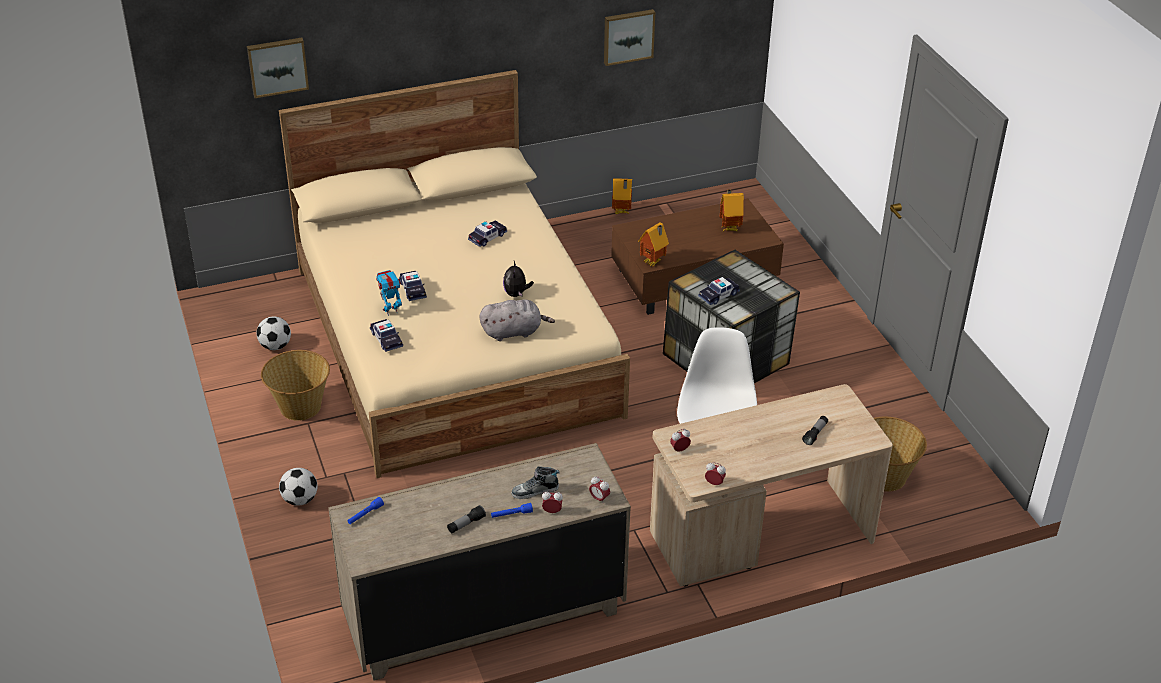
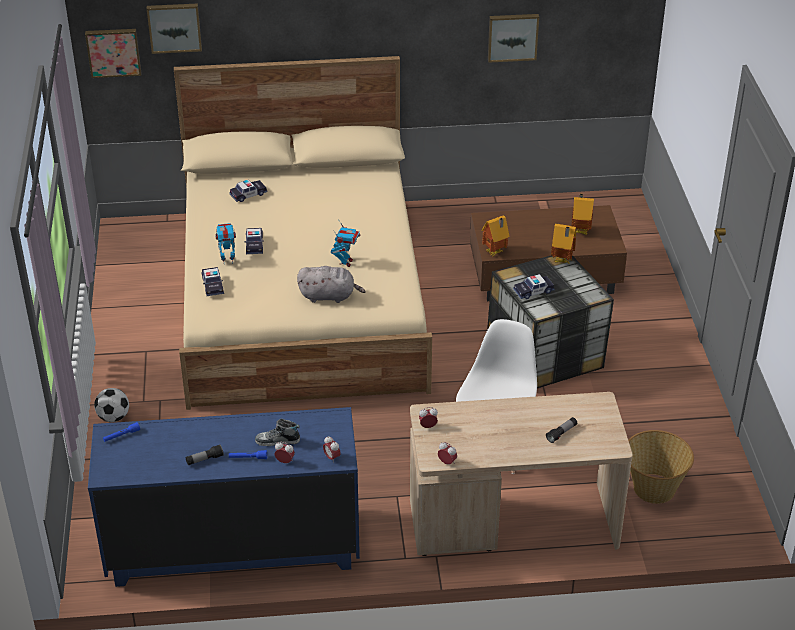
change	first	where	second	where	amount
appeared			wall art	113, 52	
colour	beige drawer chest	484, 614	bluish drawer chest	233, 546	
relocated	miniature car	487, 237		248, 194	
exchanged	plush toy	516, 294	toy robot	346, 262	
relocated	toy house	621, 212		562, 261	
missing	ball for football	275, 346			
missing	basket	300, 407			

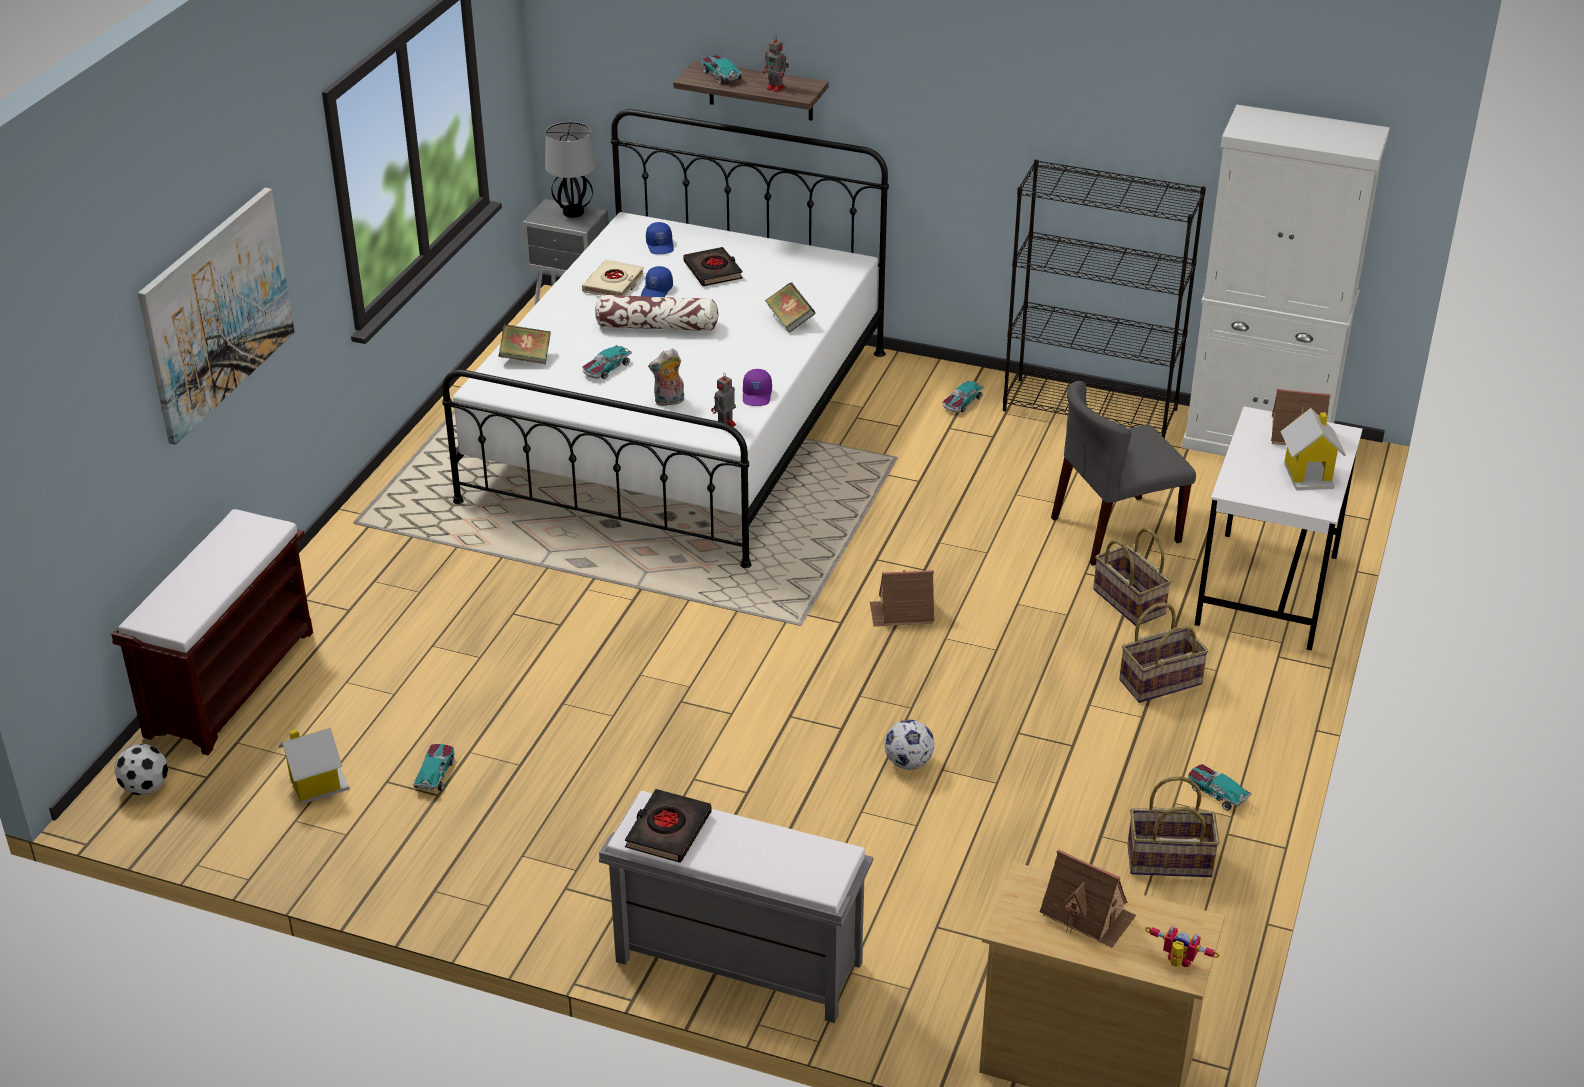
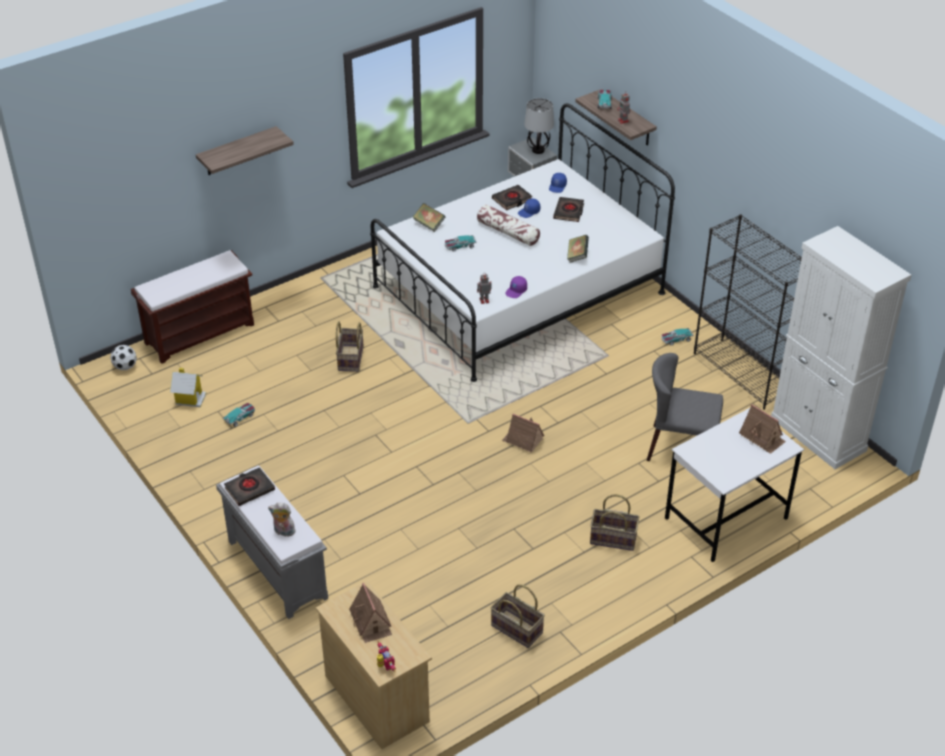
change	first	where	second	where	amount
exchanged	wall art	217, 313	bracket shelf	237, 151	
relocated	plush toy	669, 402		283, 532	
relocated	basket	1127, 602		350, 358	
colour	beige bound book	614, 284	black-coloured bound book	512, 200	
missing	ball for football	908, 763			
missing	miniature car	1216, 792			
missing	toy house	1308, 474			

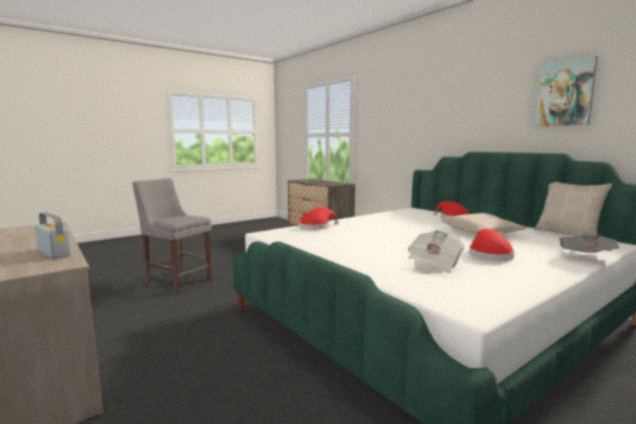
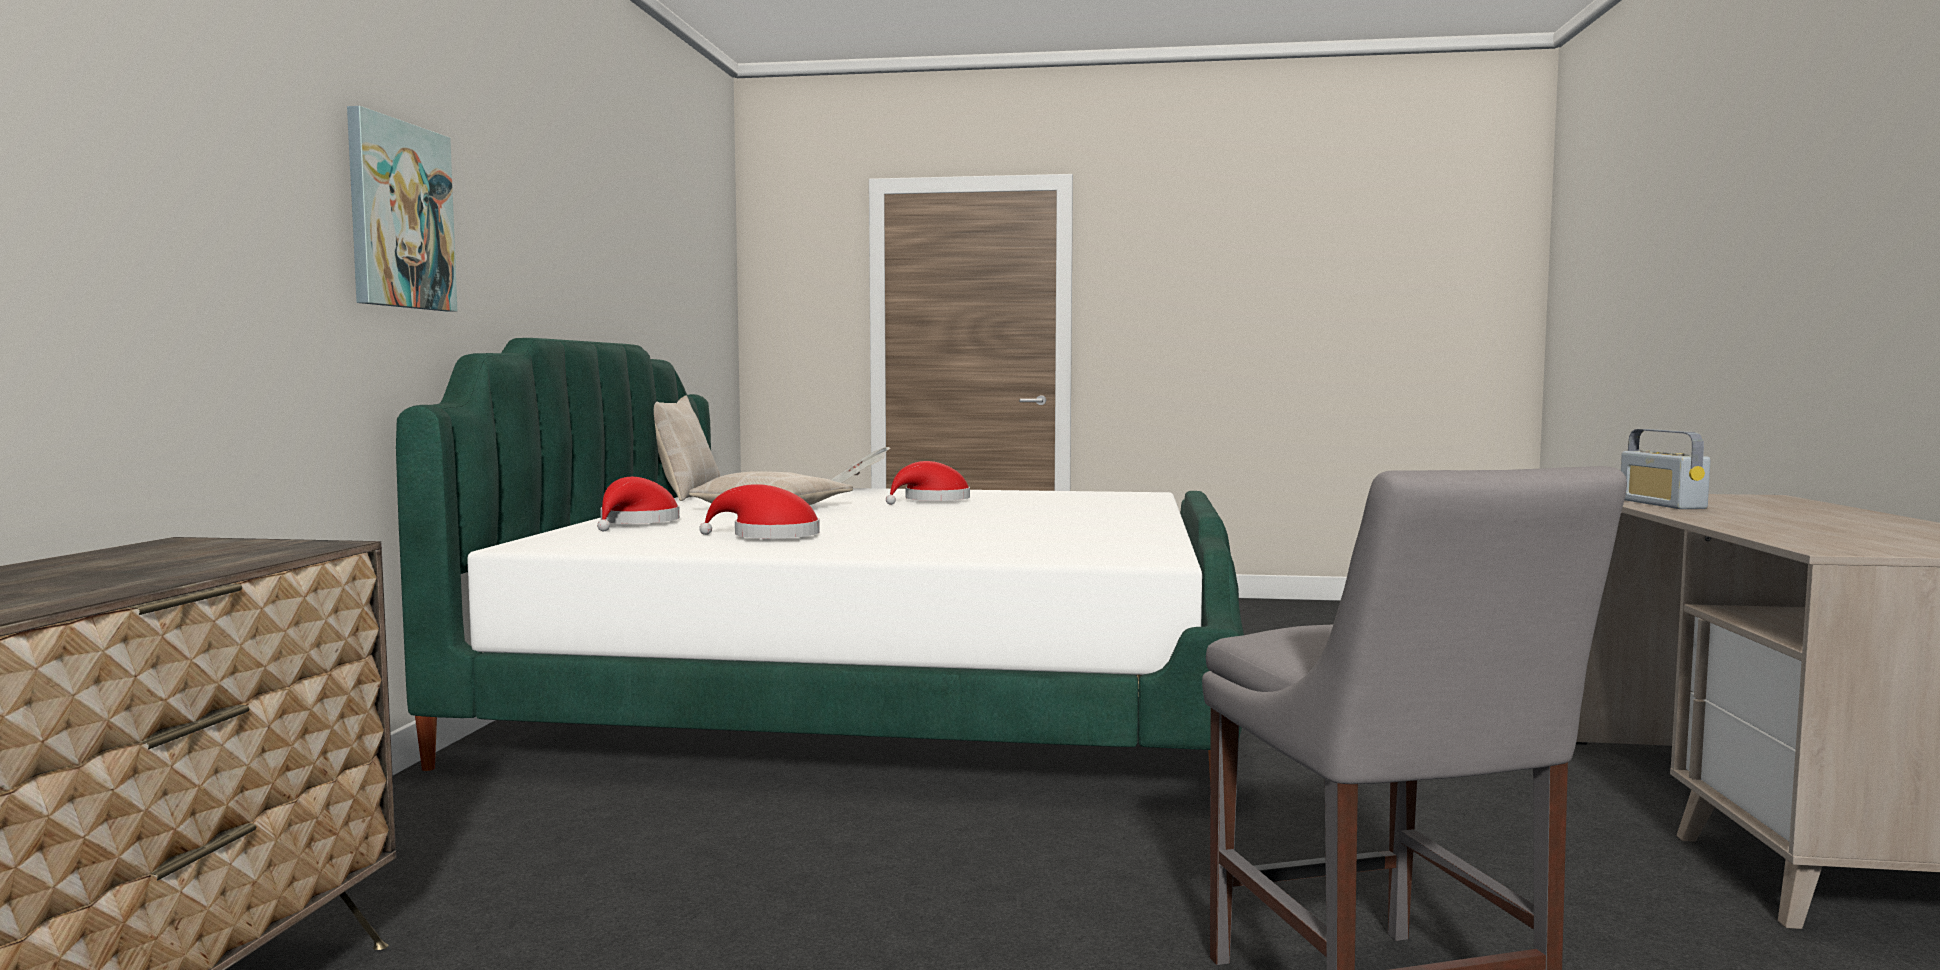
change	first	where	second	where	amount
relocated	wall art	564, 93		399, 215	
relocated	red-coloured hat	316, 227		769, 536	
missing	printed paper	432, 267			

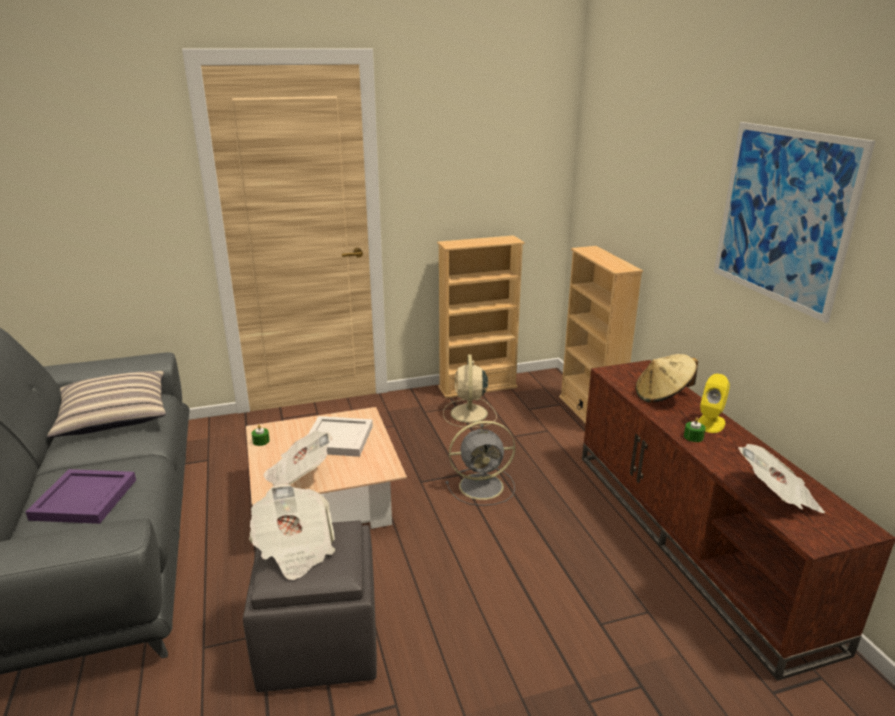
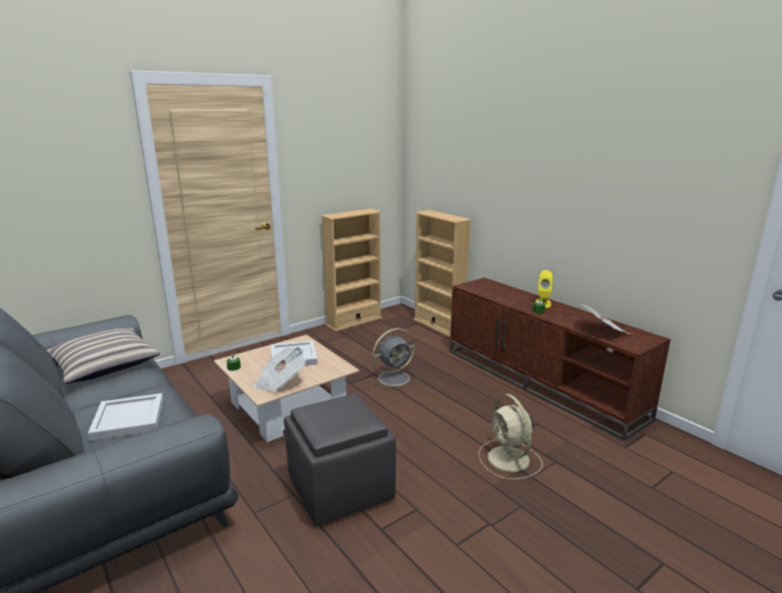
change	first	where	second	where	amount
colour	purple tray	85, 500	white tray	129, 419	
relocated	beige electric fan	469, 414		509, 460	
missing	printed paper	295, 548			
missing	beige hat	663, 395			
missing	wall art	783, 216			

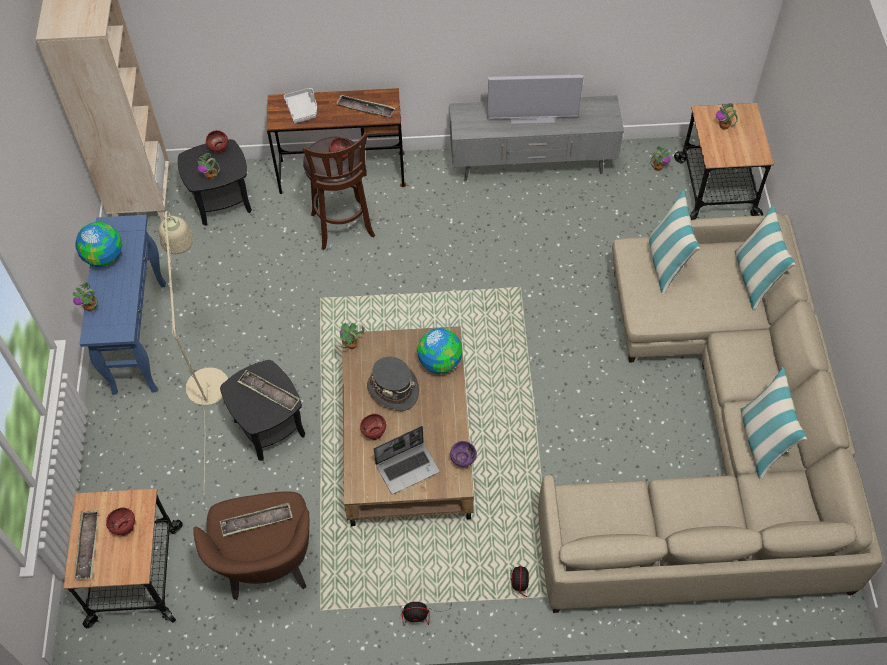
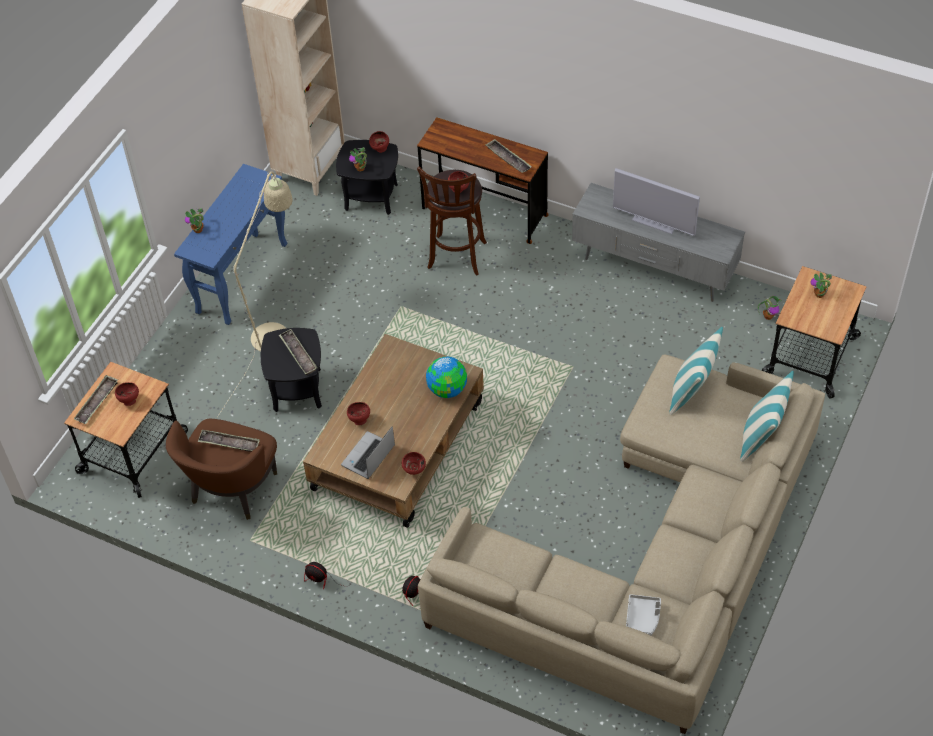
change	first	where	second	where	amount
spun	laptop	408, 467		368, 457	120 degrees clockwise
colour	purple deep dish	463, 460	red-coloured deep dish	414, 471	
relocated	greyish tray	302, 109		643, 618	
missing	world globe	104, 257			
missing	potted plant	351, 345			
missing	greyish hat	393, 389			
missing	throw pillow	761, 442			

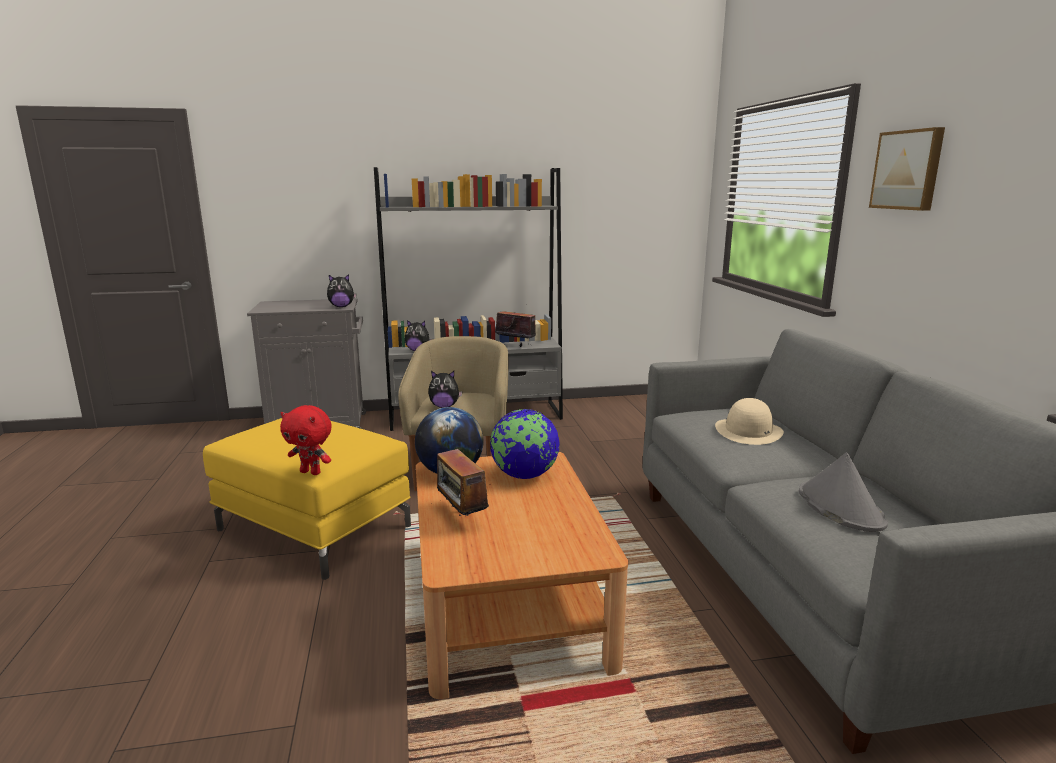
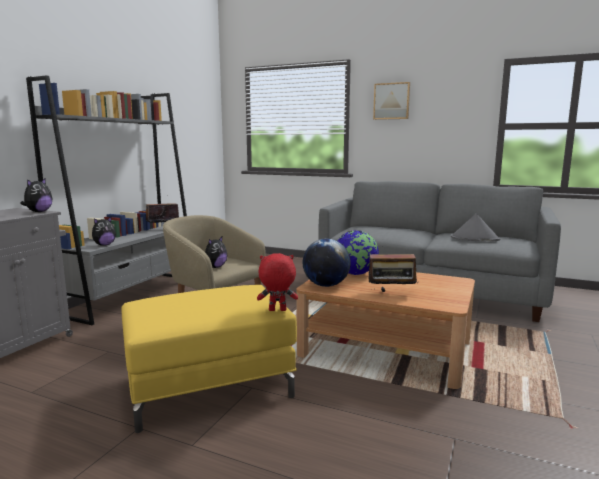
change	first	where	second	where	amount
spun	red-coloured plush toy	311, 472		277, 310	150 degrees counterclockwise
missing	beige hat	748, 431			

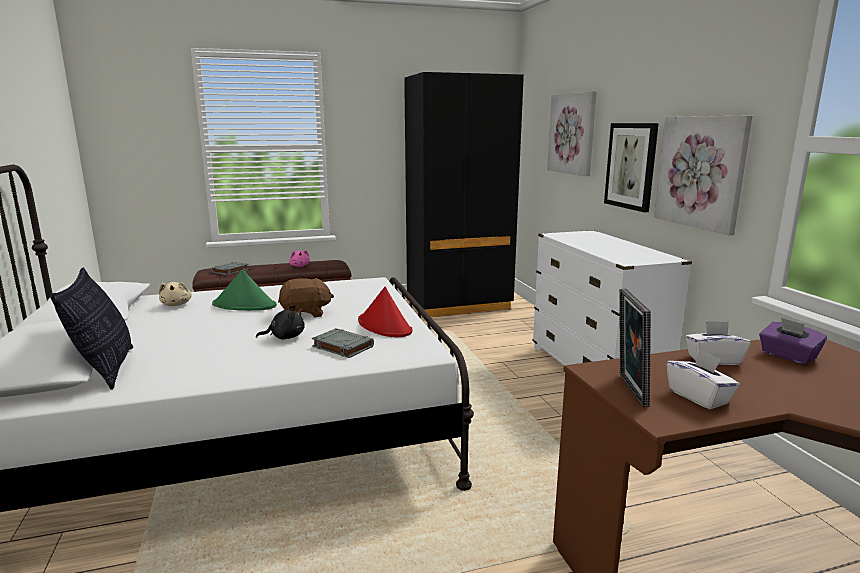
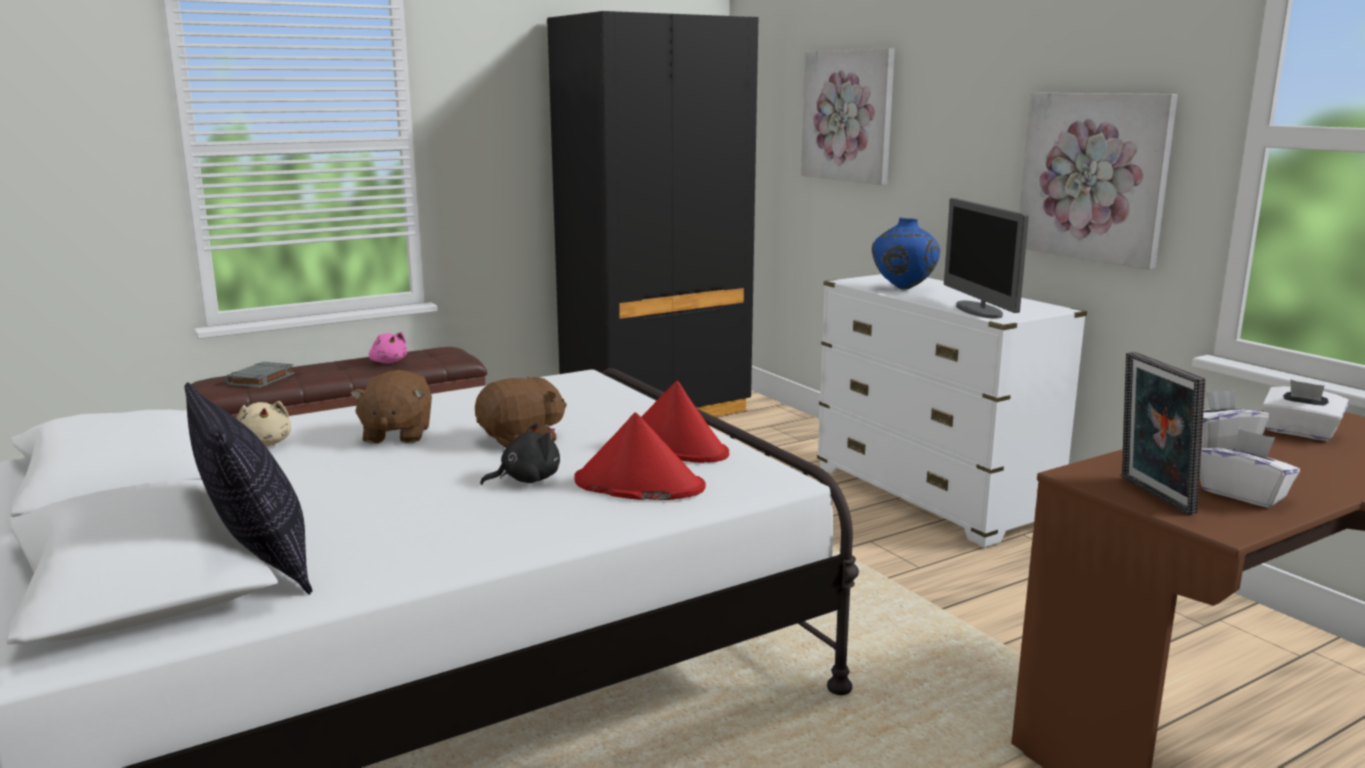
change	first	where	second	where	amount
exchanged	green-coloured hat	245, 305	brown-coloured plush toy	396, 434	
exchanged	greyish bound book	342, 346	red-coloured hat	638, 485	
appeared			bluish vase	903, 289	
appeared			computer display	979, 311	
colour	purple box of tissues	788, 356	white box of tissues	1299, 432	
missing	wall art	631, 166			

